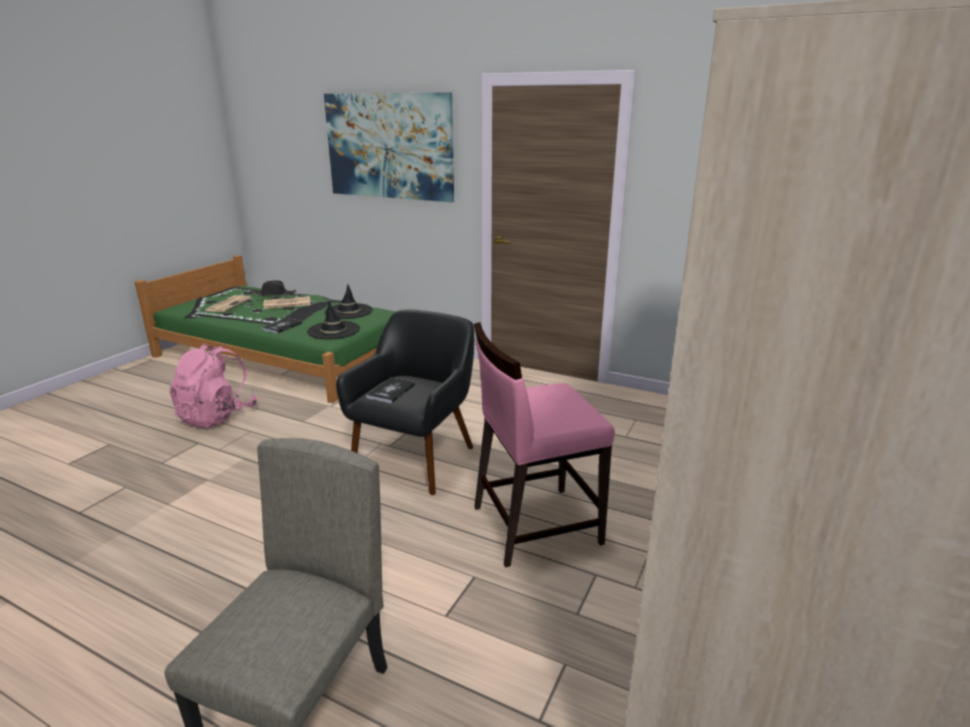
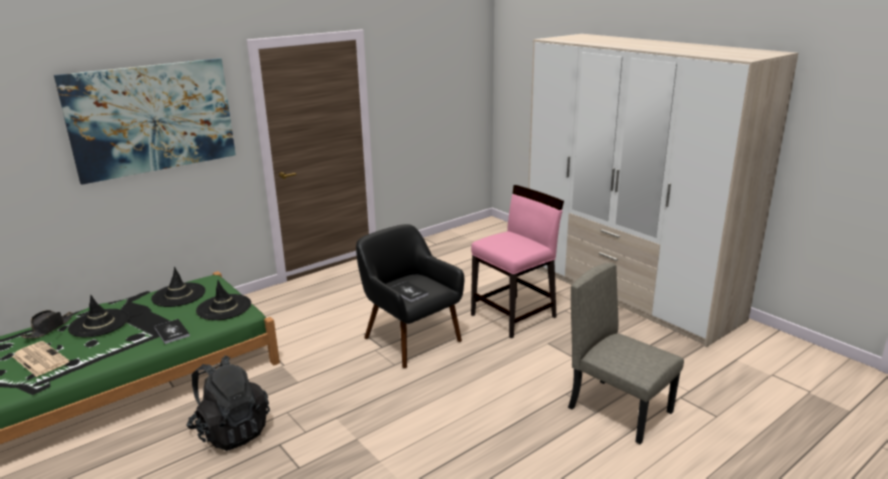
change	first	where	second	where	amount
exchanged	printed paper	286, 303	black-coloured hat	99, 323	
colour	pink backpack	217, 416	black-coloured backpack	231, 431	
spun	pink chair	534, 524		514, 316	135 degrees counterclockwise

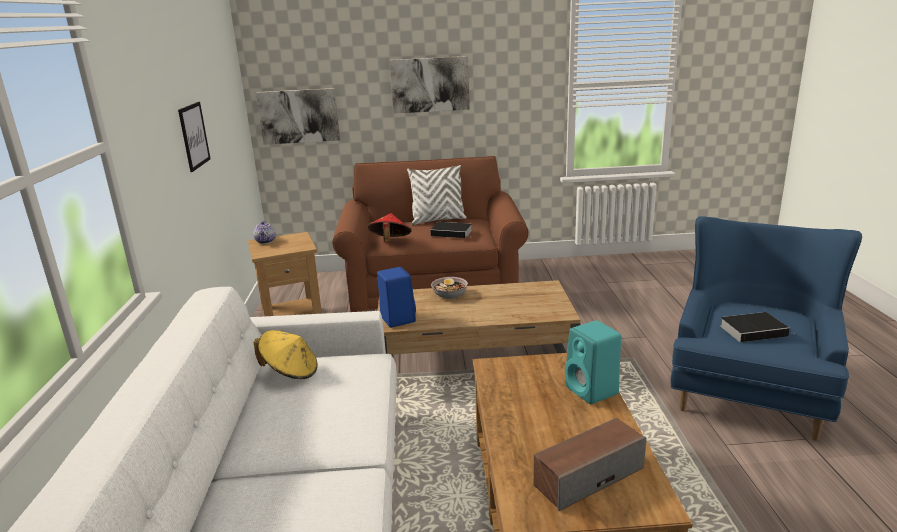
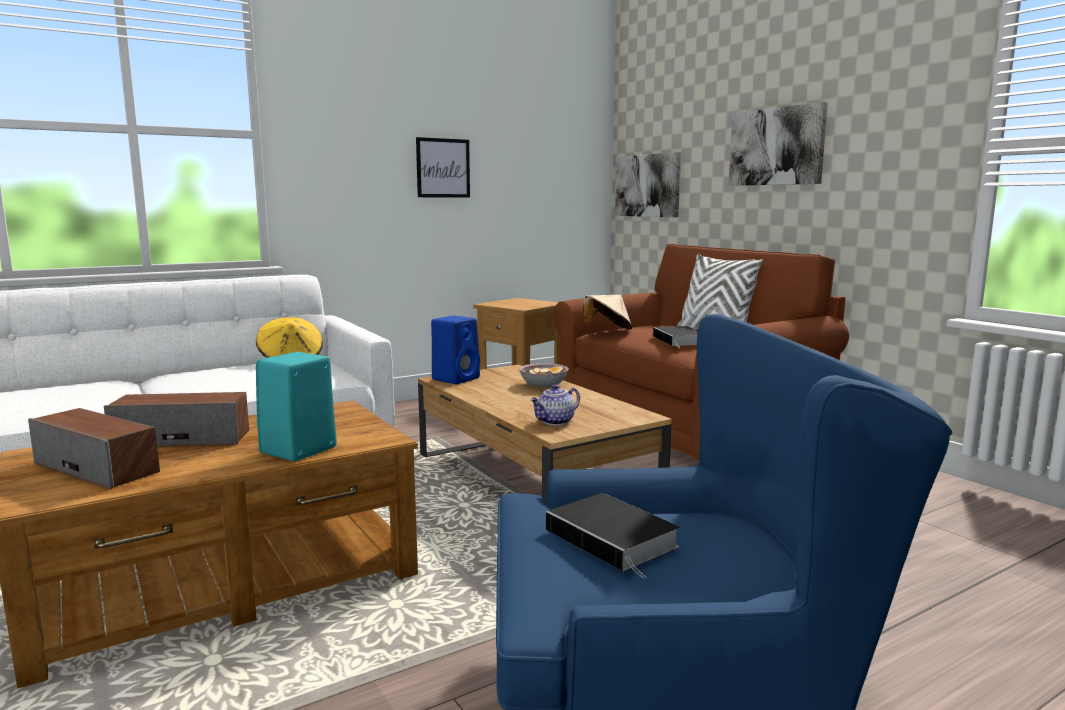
change	first	where	second	where	amount
appeared			loudspeaker	182, 438	
relocated	tea pot	266, 241		555, 422	
colour	red-coloured hat	390, 242	beige hat	607, 330	

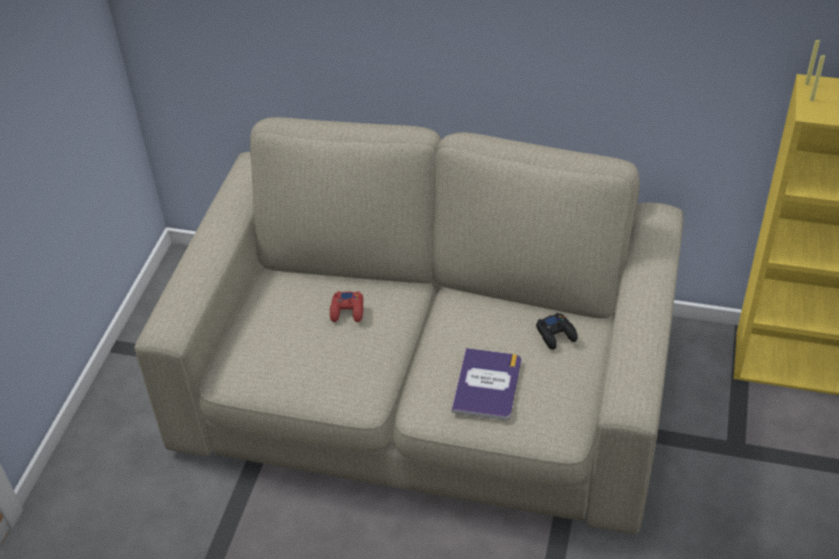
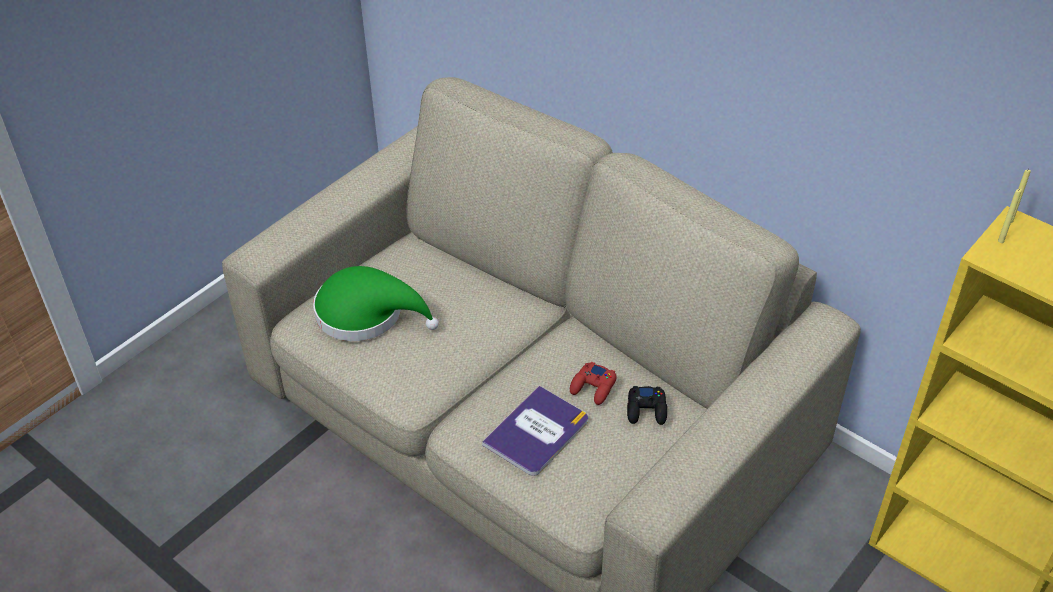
change	first	where	second	where	amount
appeared			green-coloured hat	367, 314	
relocated	red-coloured game controller	347, 310		593, 387	

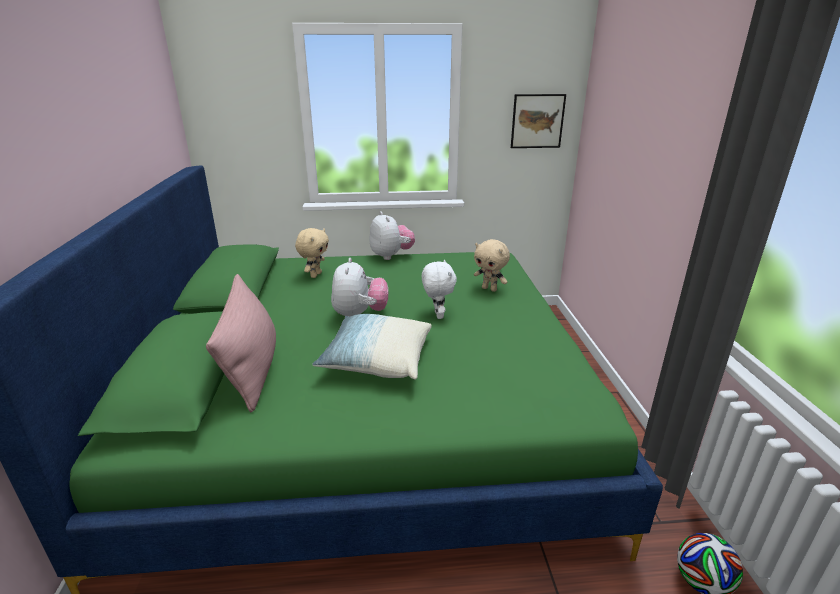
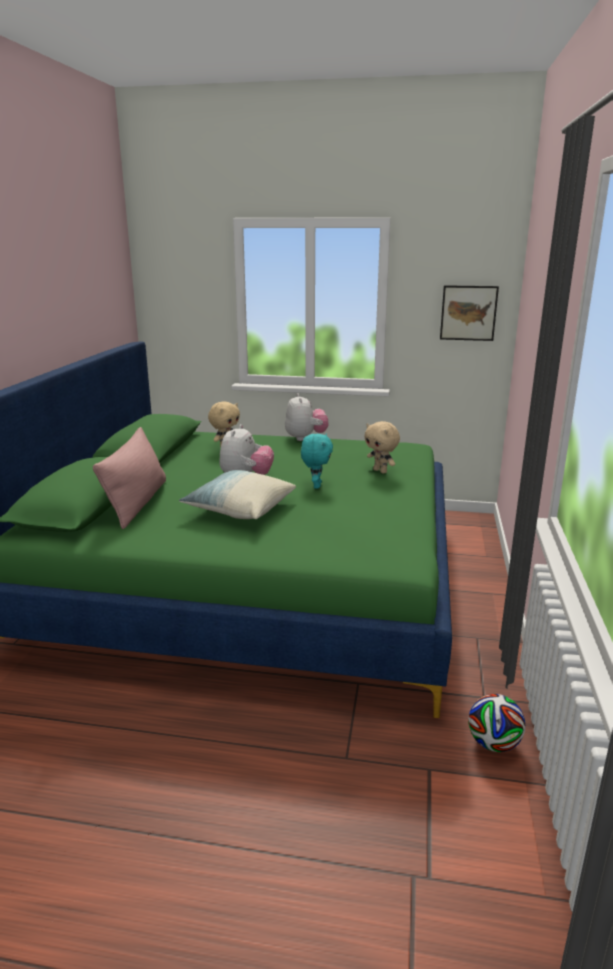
change	first	where	second	where	amount
colour	white plush toy	437, 315	blue-green plush toy	316, 485	

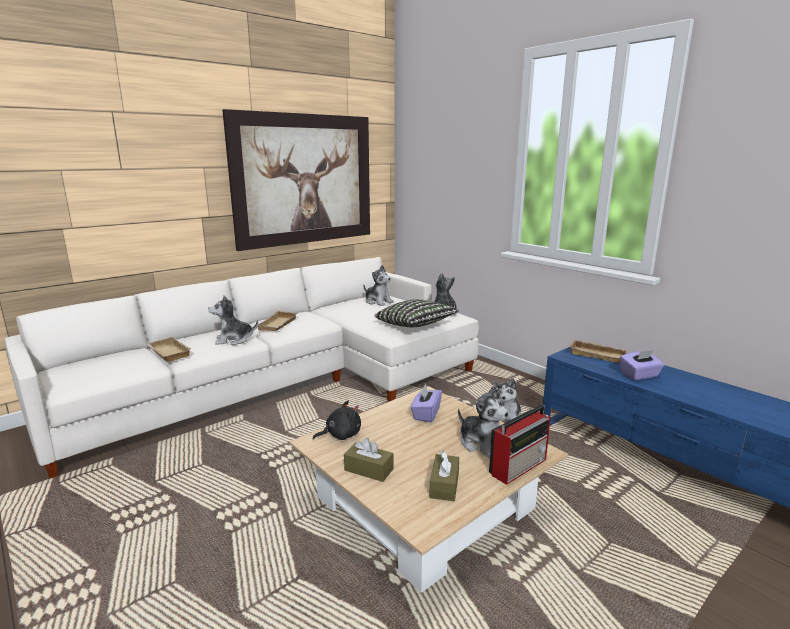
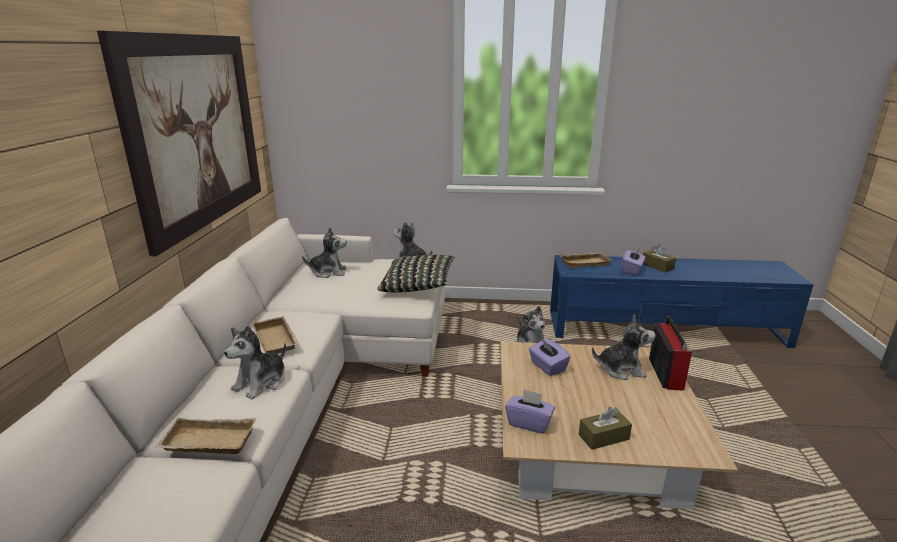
change	first	where	second	where	amount
exchanged	black-coloured plush toy	340, 435	purple box of tissues	529, 423	
relocated	brown-coloured box of tissues	444, 485		657, 266	

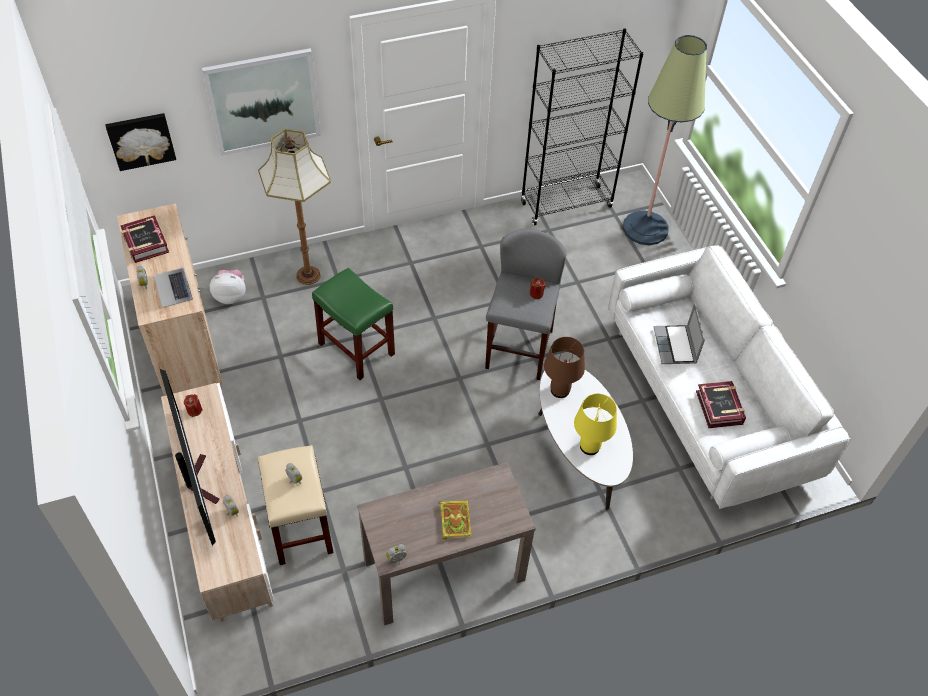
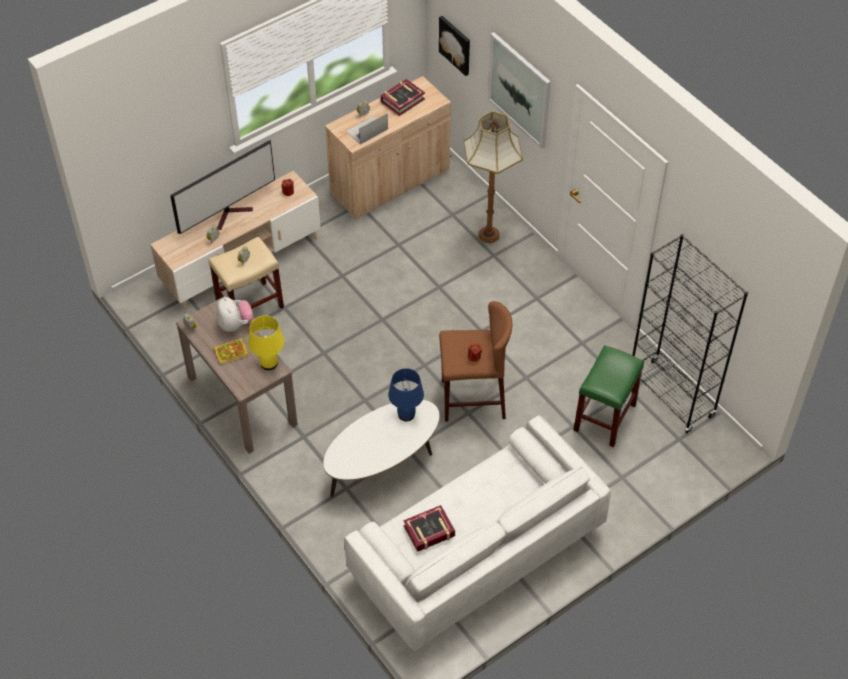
change	first	where	second	where	amount
relocated	plush toy	231, 296		235, 324	
relocated	yellowish tabletop lamp	589, 446		269, 363	
colour	brown-coloured tabletop lamp	559, 390	bluish tabletop lamp	406, 414	
colour	greyish stool	518, 349	brown-coloured stool	472, 399	
relocated	green-coloured stool	355, 349		604, 417	
missing	floor lamp	645, 228			
missing	laptop	675, 346			

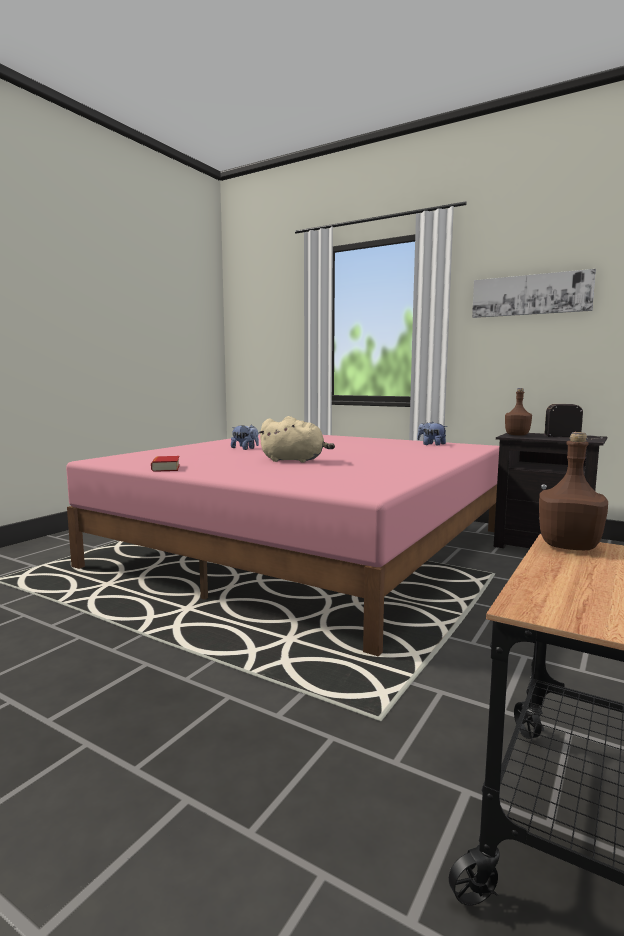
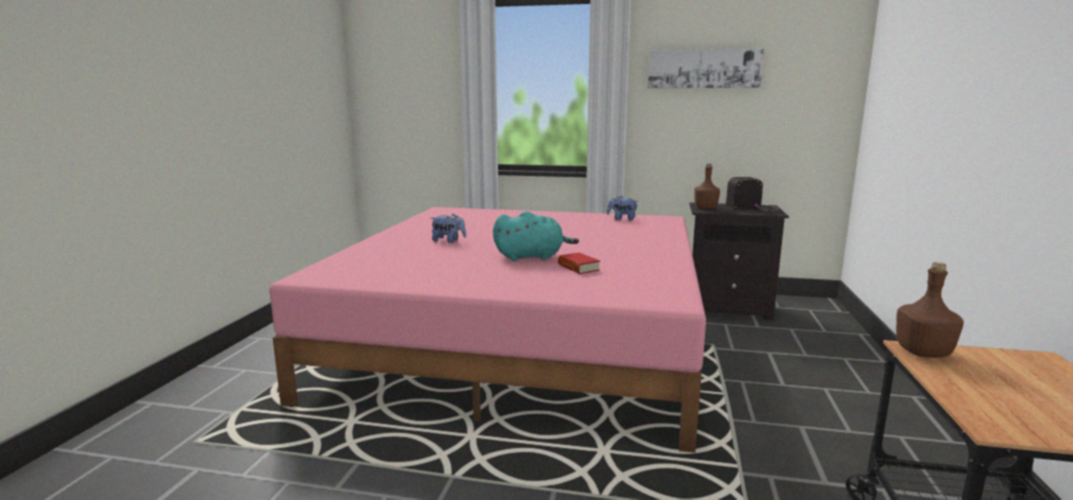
change	first	where	second	where	amount
colour	beige plush toy	295, 460	blue-green plush toy	532, 257	
relocated	bound book	166, 468		578, 267	

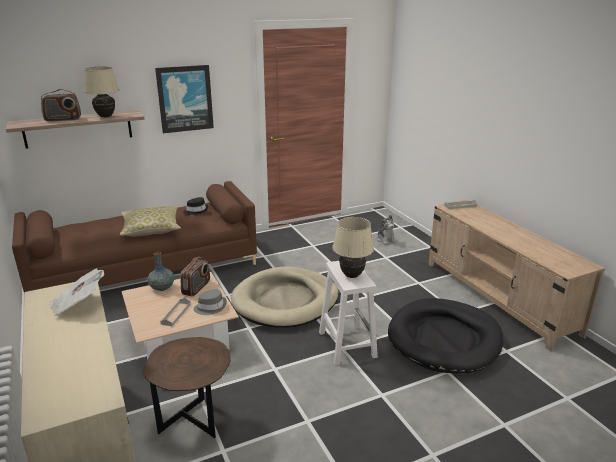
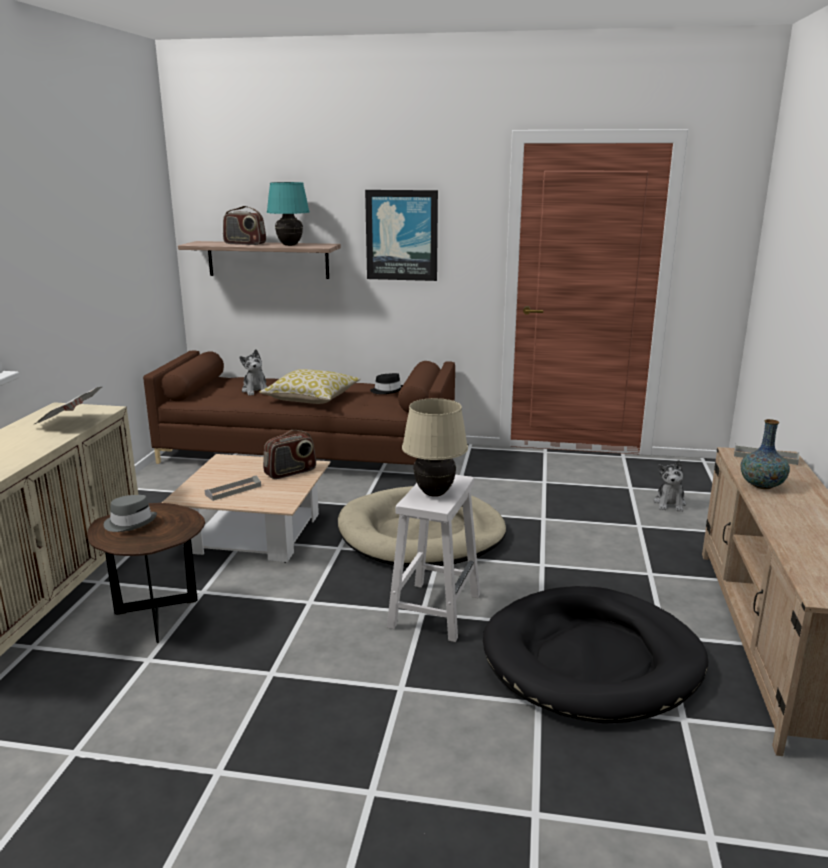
change	first	where	second	where	amount
relocated	greyish hat	210, 307		130, 522	
appeared			plush toy	255, 390	
colour	beige tabletop lamp	106, 117	blue-green tabletop lamp	290, 245	
relocated	vase	162, 288		762, 485	

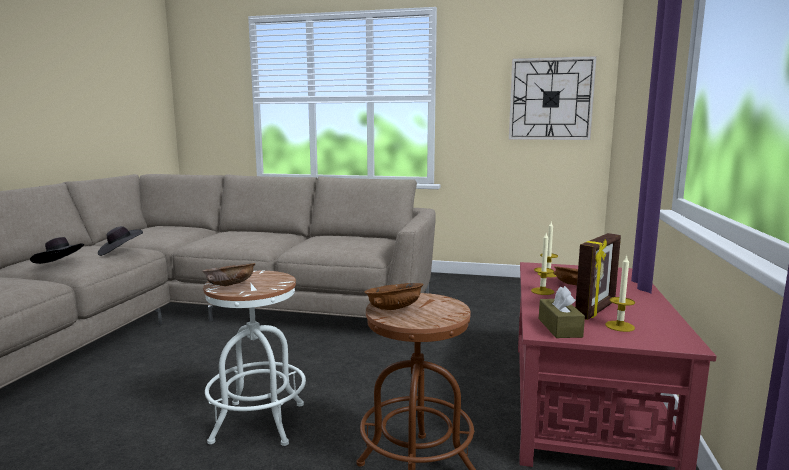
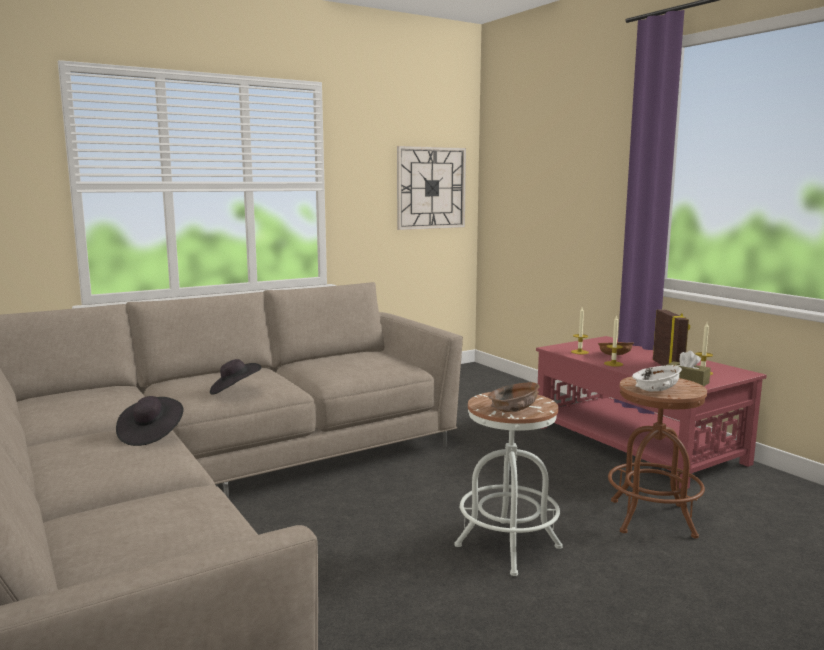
change	first	where	second	where	amount
relocated	black-coloured hat	60, 265		234, 390	
colour	brown-coloured deep dish	394, 309	white deep dish	656, 390	

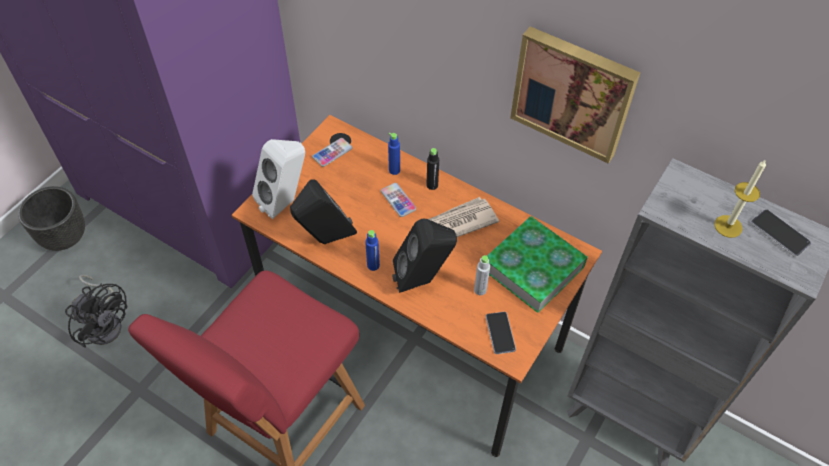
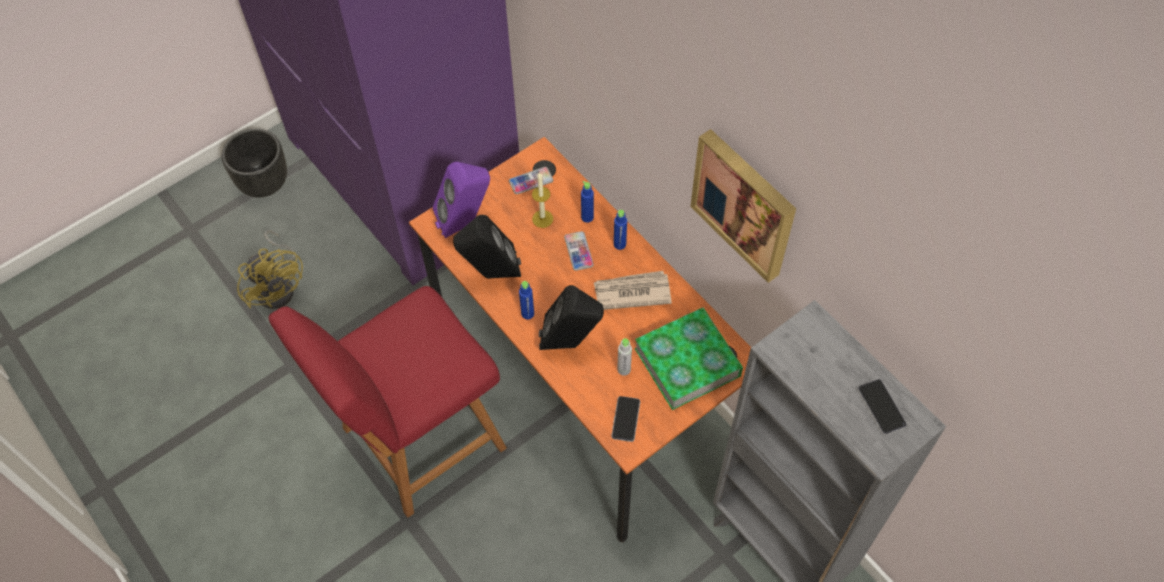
change	first	where	second	where	amount
colour	black-coloured electric fan	105, 322	yellowish electric fan	279, 286	
colour	white loudspeaker	286, 202	purple loudspeaker	466, 222	
relocated	wax candle	728, 226		542, 219	
colour	black-coloured beverage bottle	432, 185	bluish beverage bottle	619, 244	

